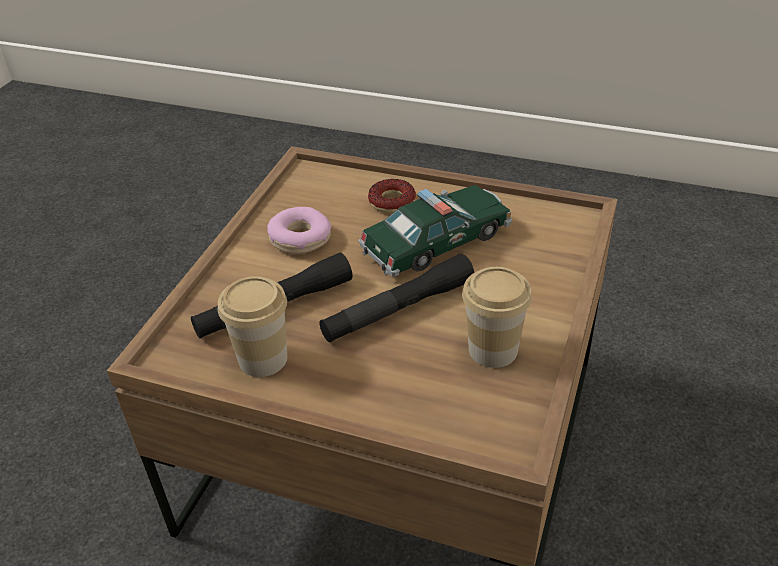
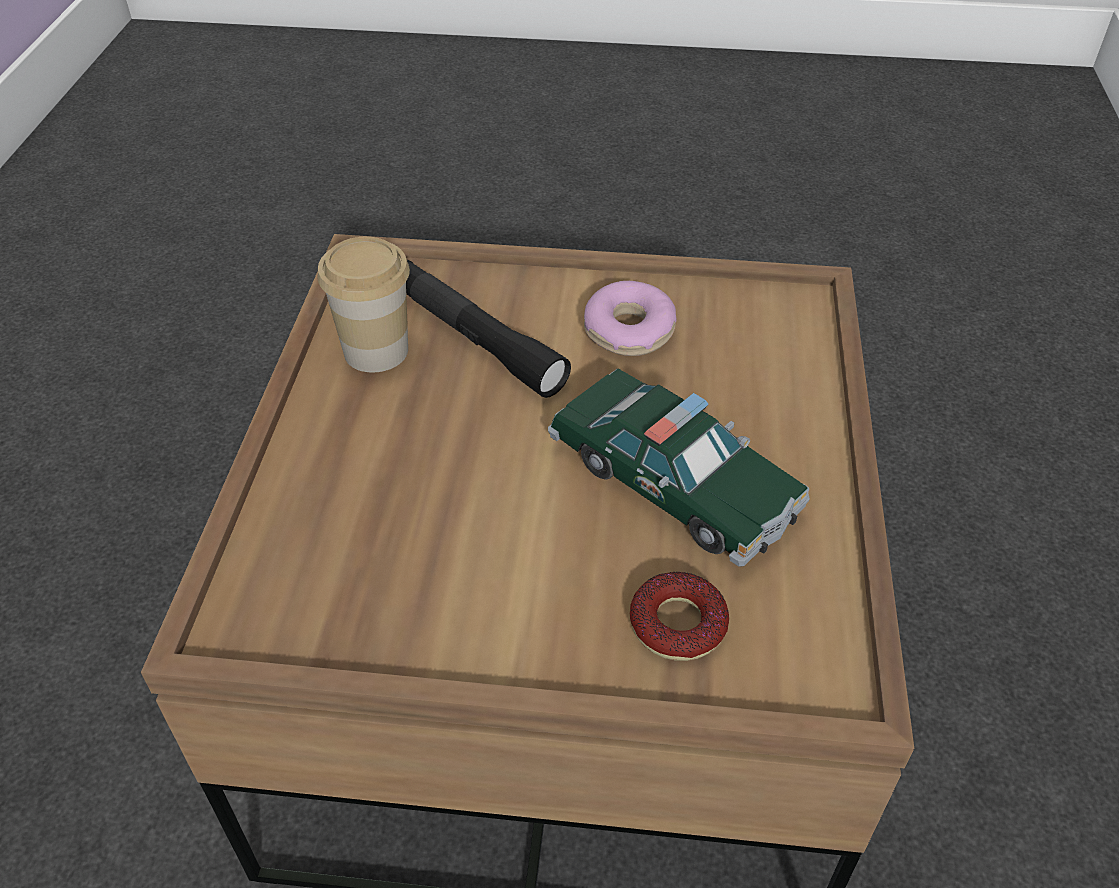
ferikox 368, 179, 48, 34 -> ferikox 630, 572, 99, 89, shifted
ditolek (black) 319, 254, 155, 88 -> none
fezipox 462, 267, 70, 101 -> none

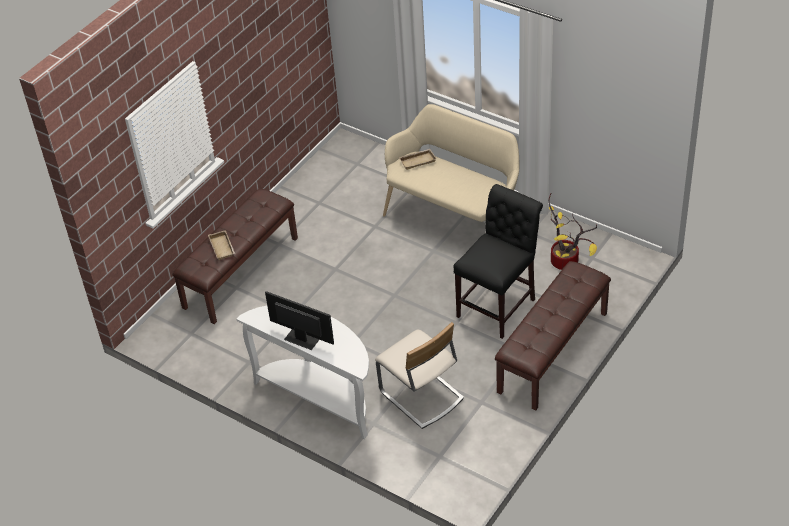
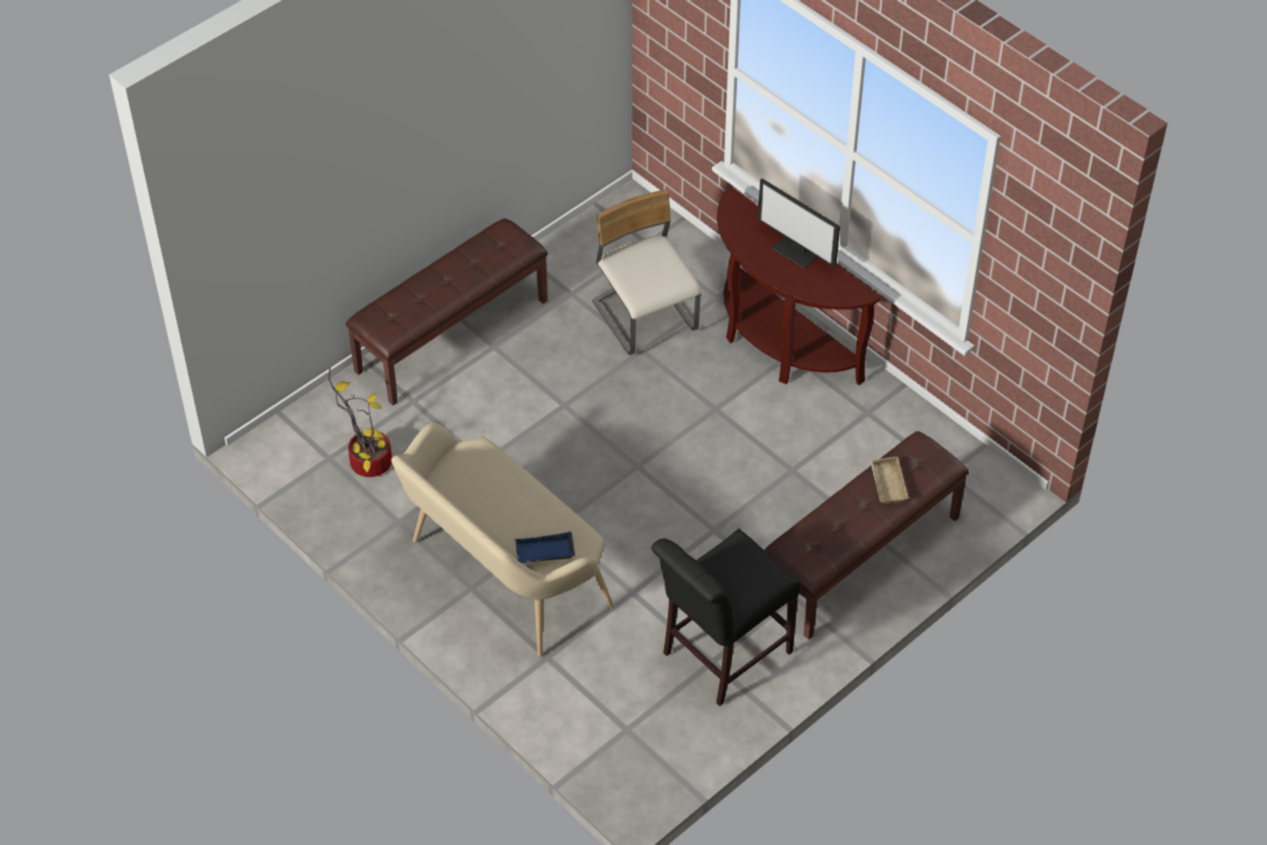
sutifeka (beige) 399, 149, 37, 21 -> sutifeka (blue) 515, 532, 60, 31
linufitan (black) 453, 184, 90, 155 -> linufitan (black) 651, 528, 150, 178, shifted
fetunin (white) 236, 306, 133, 133 -> fetunin (brown) 717, 187, 164, 198

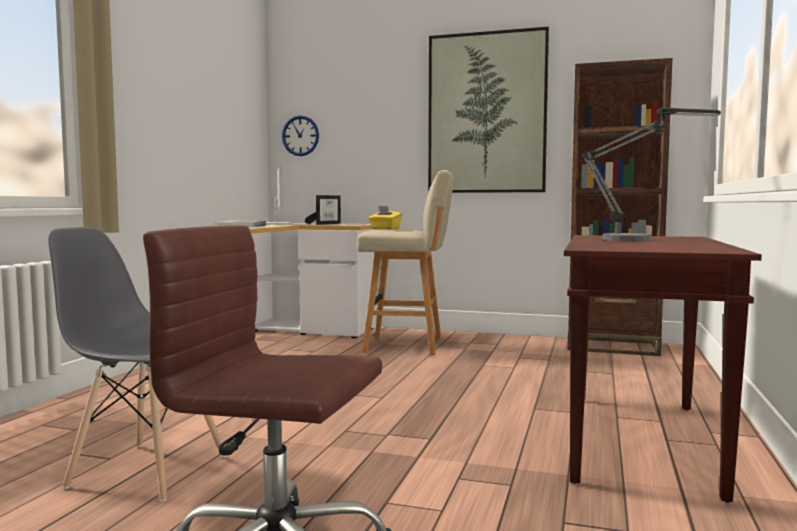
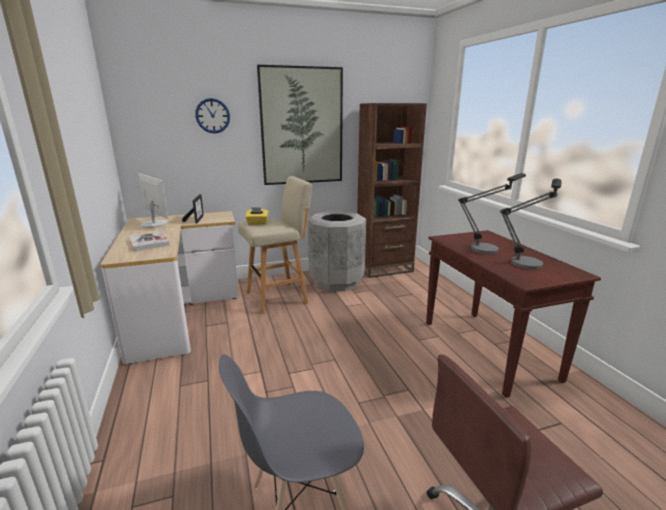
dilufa 282, 115, 37, 41 -> dilufa 195, 98, 35, 35, shifted
none -> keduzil 500, 179, 62, 91
none -> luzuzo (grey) 308, 211, 58, 80

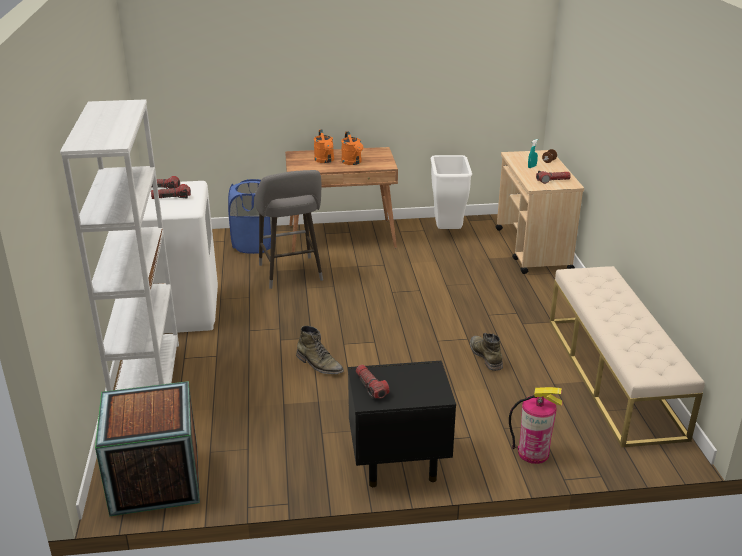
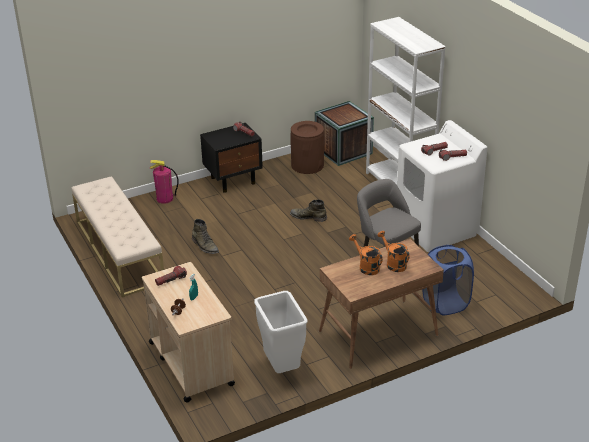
none -> luzuzo (brown) 290, 121, 34, 53

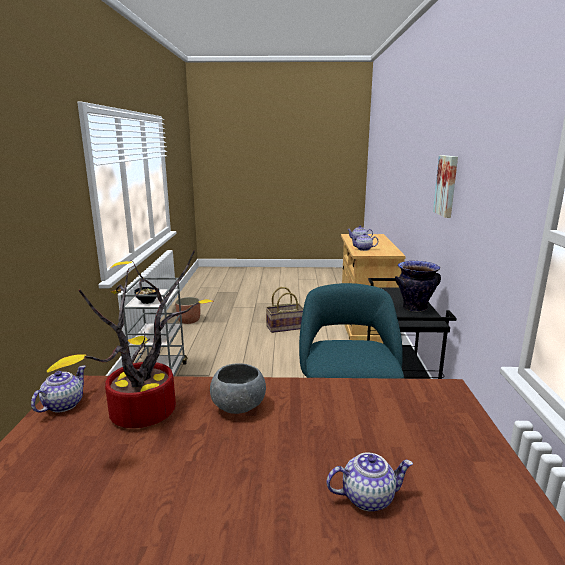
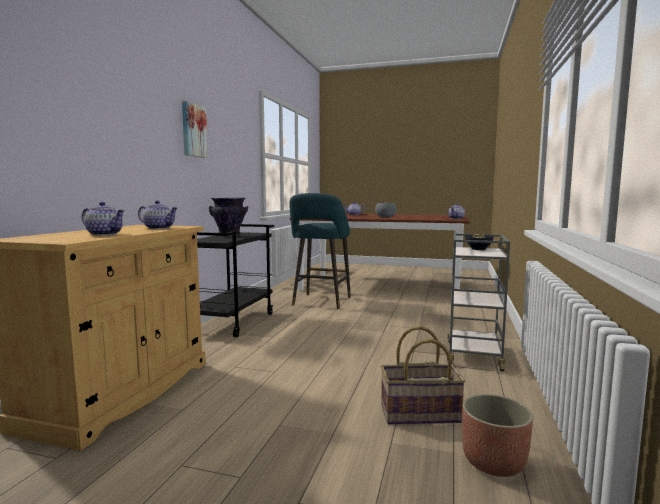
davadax 47, 250, 167, 178 -> none
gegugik 266, 287, 37, 46 -> gegugik 381, 326, 85, 98, shifted

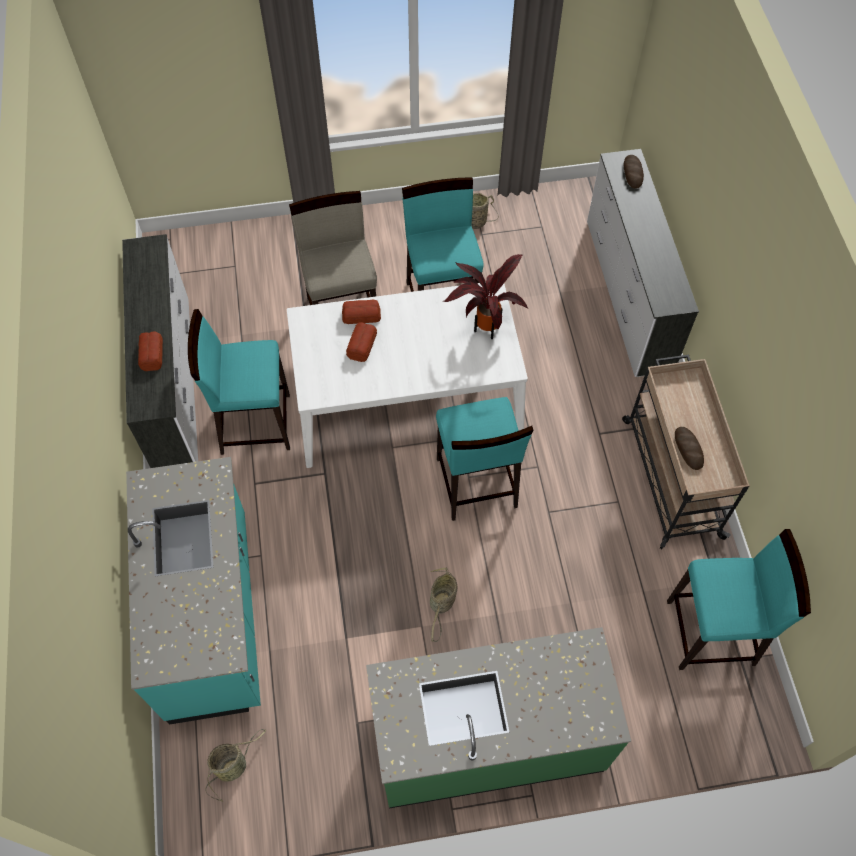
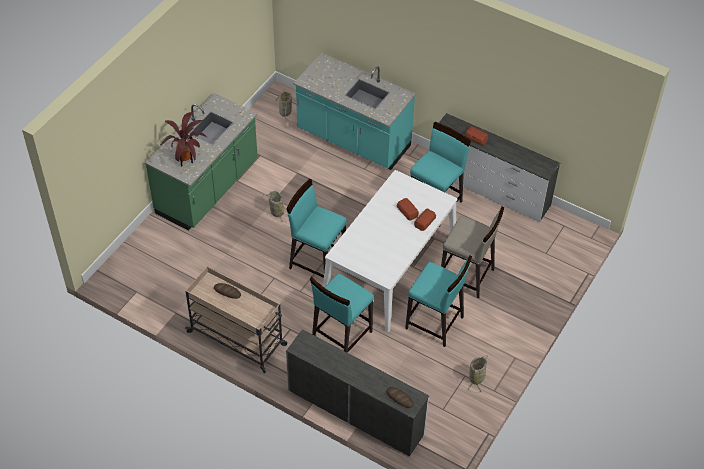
davadax 443, 254, 85, 85 -> davadax 161, 112, 46, 54, shifted
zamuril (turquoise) 667, 529, 144, 141 -> zamuril (turquoise) 310, 273, 64, 80, shifted

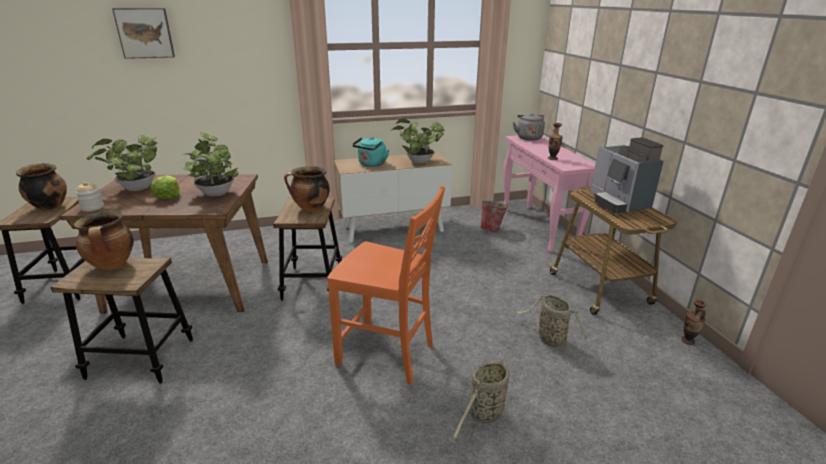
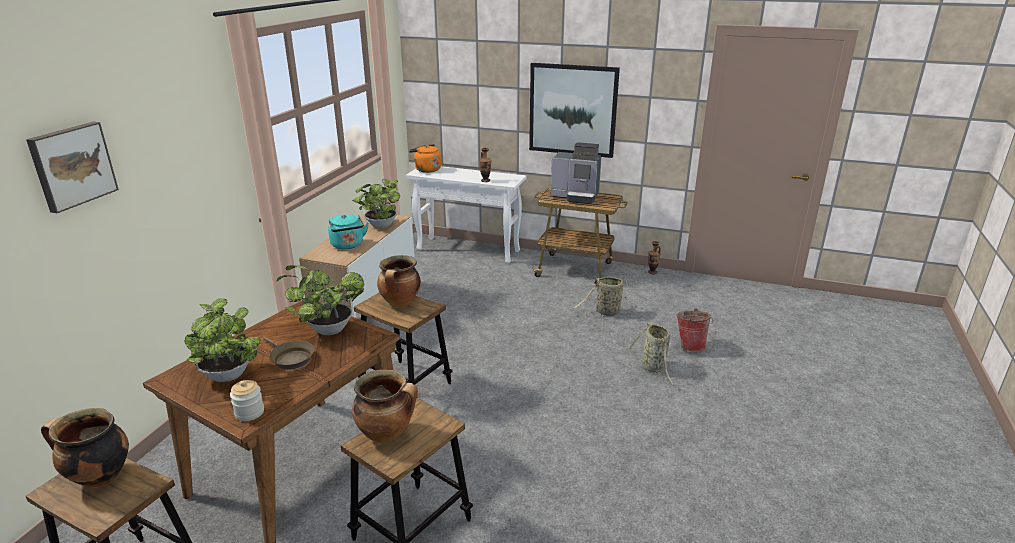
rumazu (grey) 513, 113, 32, 28 -> rumazu (orange) 409, 144, 32, 29
fetunin (pink) 503, 135, 92, 118 -> fetunin (white) 406, 166, 120, 98
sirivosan 150, 176, 30, 23 -> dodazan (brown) 263, 337, 51, 32
linufitan (orange) 327, 186, 118, 199 -> none
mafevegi 480, 201, 29, 31 -> mafevegi 676, 308, 38, 43, shifted
none -> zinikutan 529, 63, 91, 95

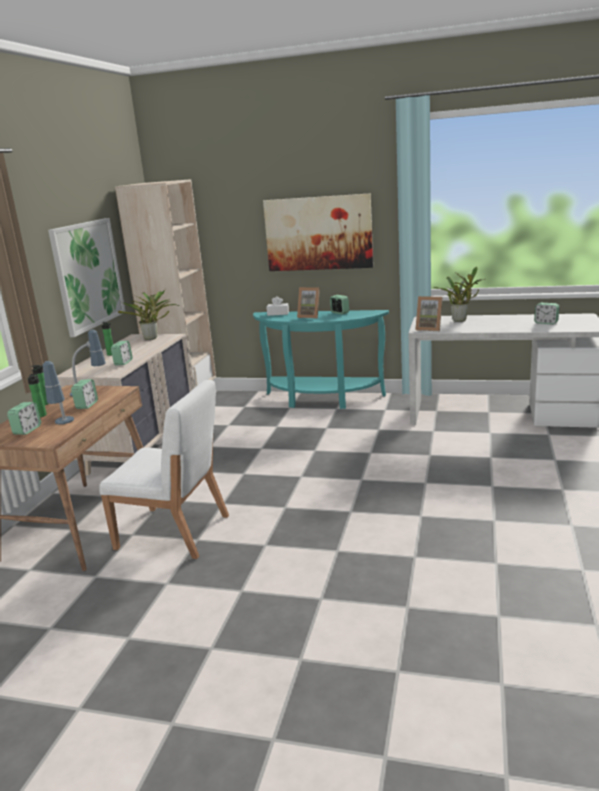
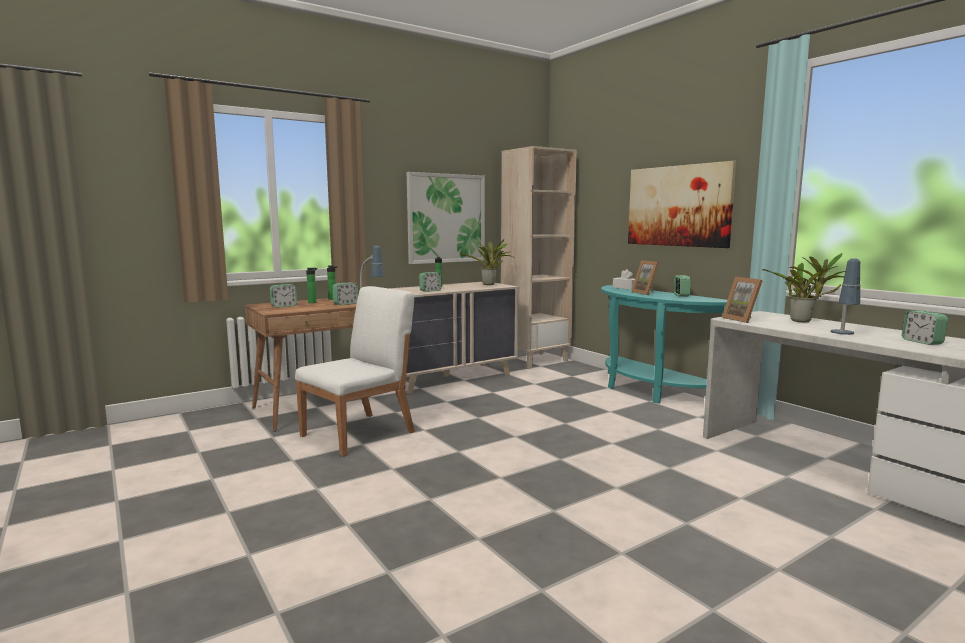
keduzil 42, 361, 32, 63 -> keduzil 831, 258, 30, 77, shifted
linufitan (white) 99, 380, 130, 179 -> linufitan (white) 295, 286, 120, 171, 105 degrees counterclockwise

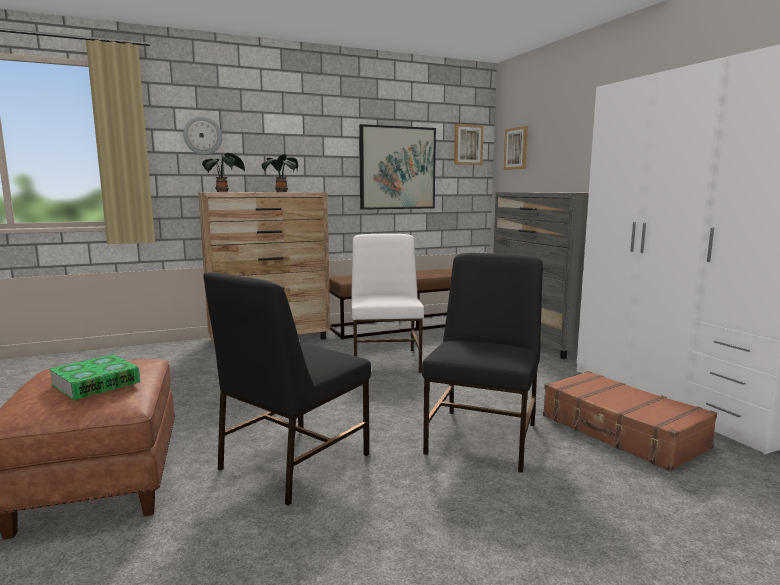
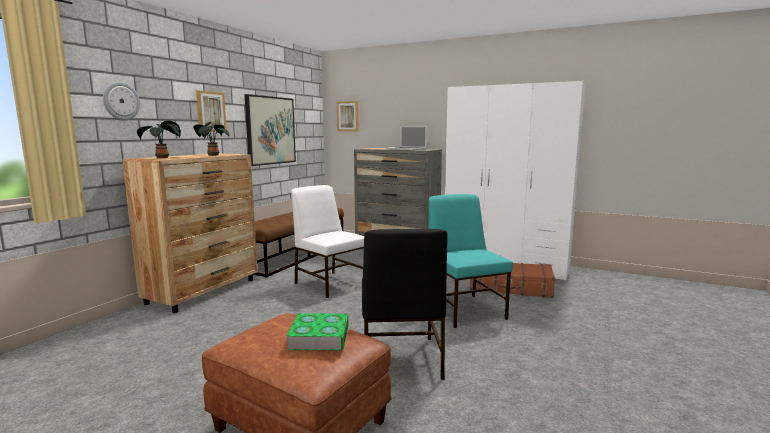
zinikutan 454, 124, 30, 41 -> zinikutan 196, 90, 31, 42, shifted
linufitan (black) 422, 253, 121, 220 -> linufitan (turquoise) 428, 194, 85, 134
none -> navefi 386, 126, 41, 24

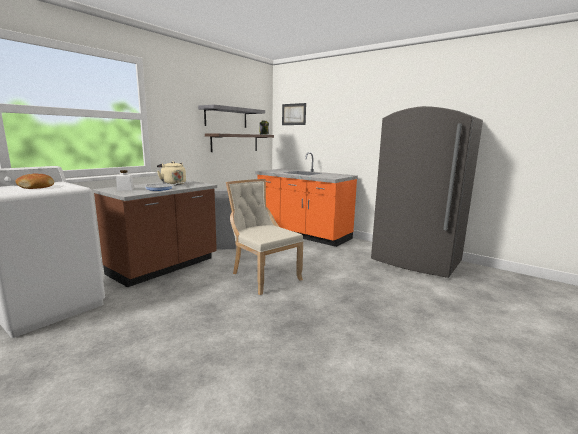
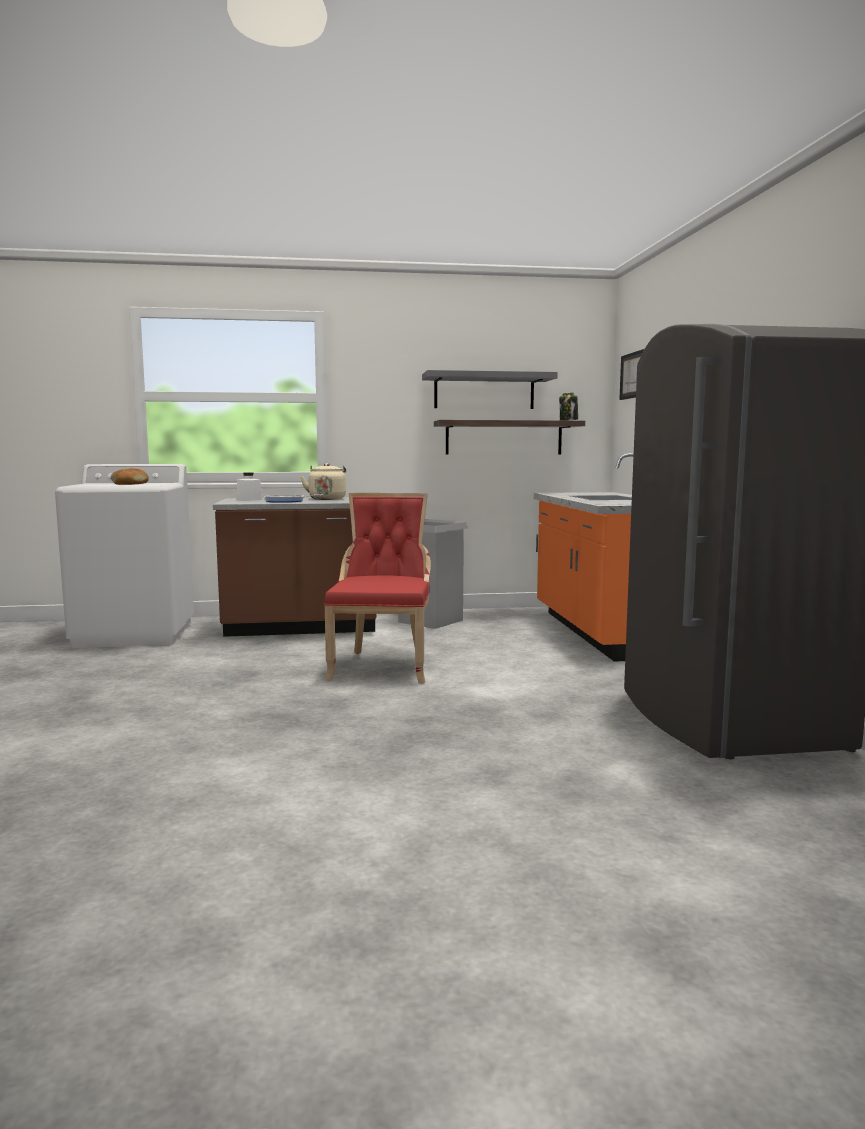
linufitan (beige) 226, 179, 77, 116 -> linufitan (red) 324, 493, 107, 190

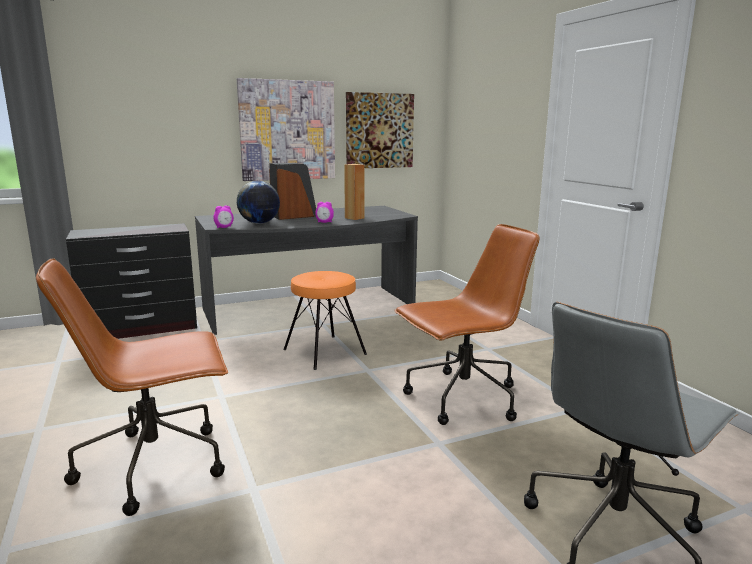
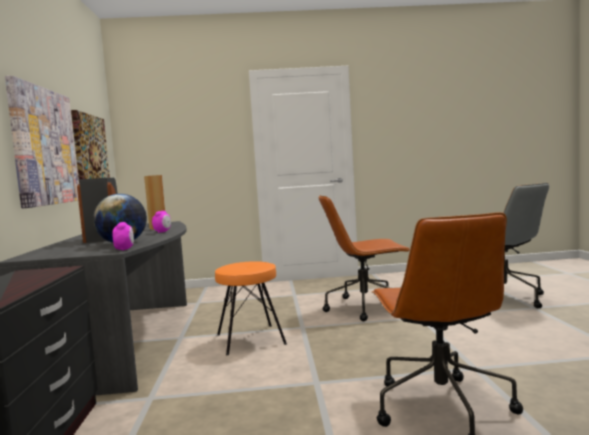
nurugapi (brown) 394, 224, 146, 201 -> nurugapi (brown) 319, 195, 91, 126, 90 degrees counterclockwise

